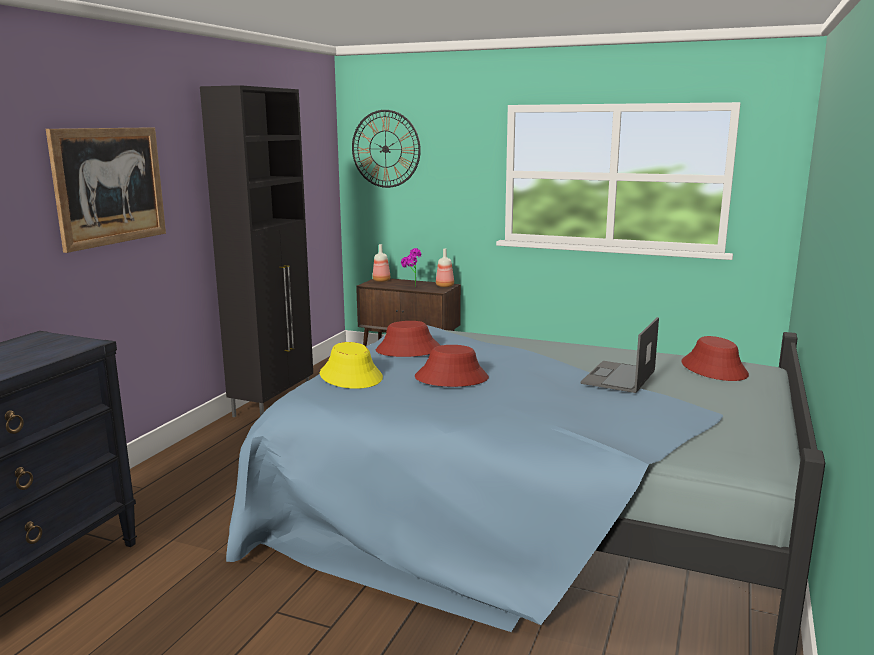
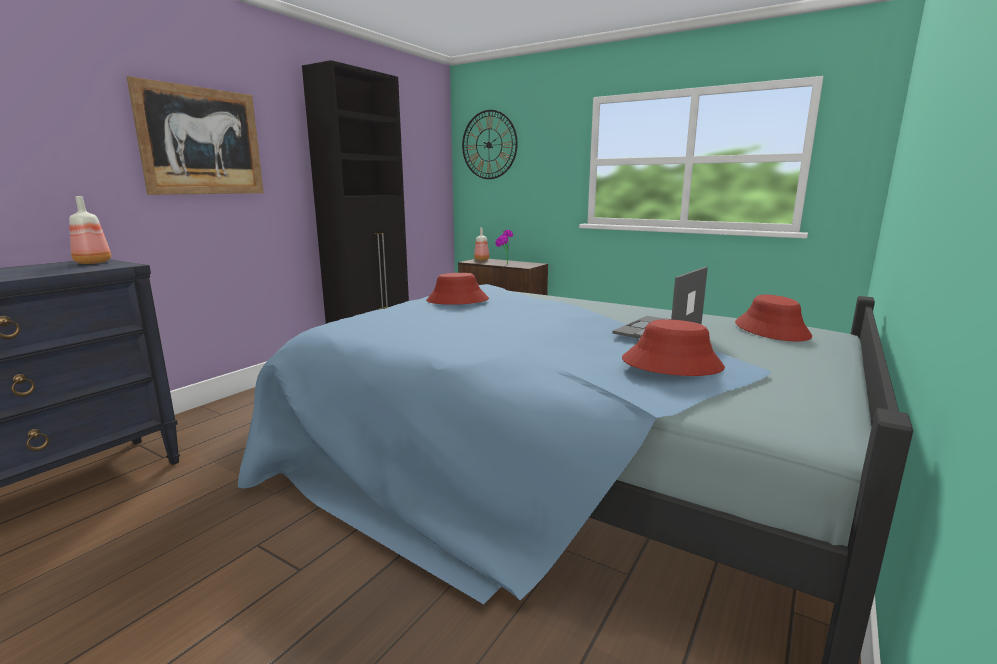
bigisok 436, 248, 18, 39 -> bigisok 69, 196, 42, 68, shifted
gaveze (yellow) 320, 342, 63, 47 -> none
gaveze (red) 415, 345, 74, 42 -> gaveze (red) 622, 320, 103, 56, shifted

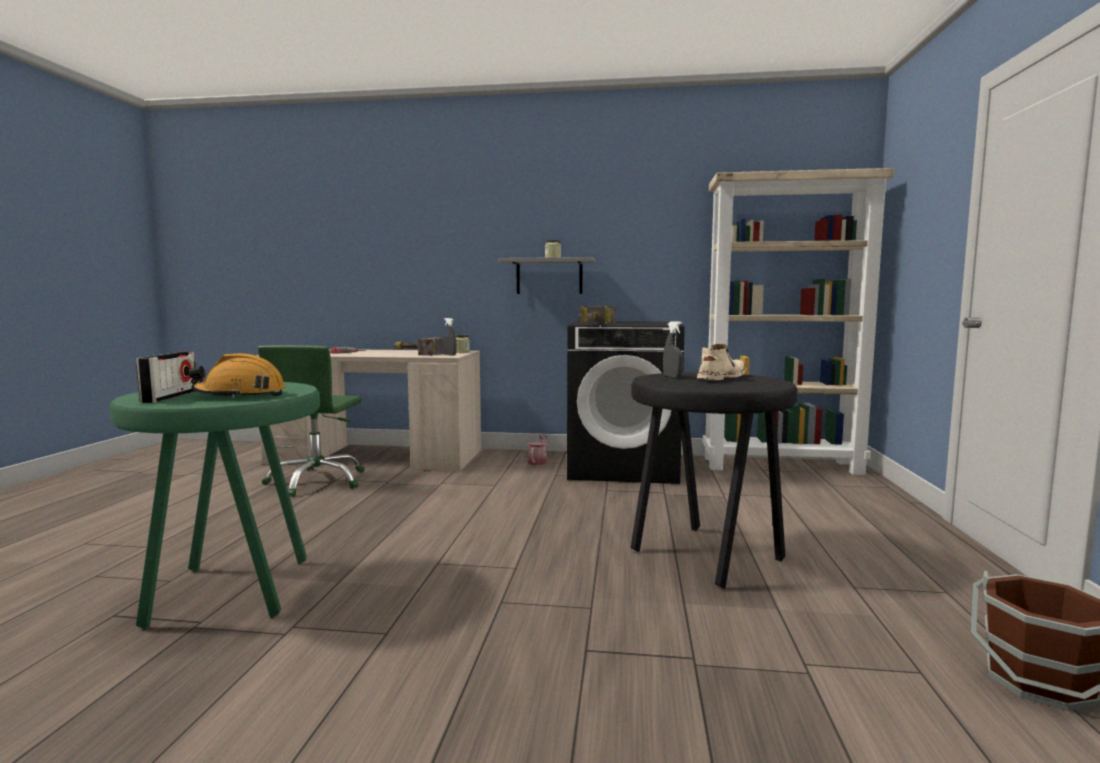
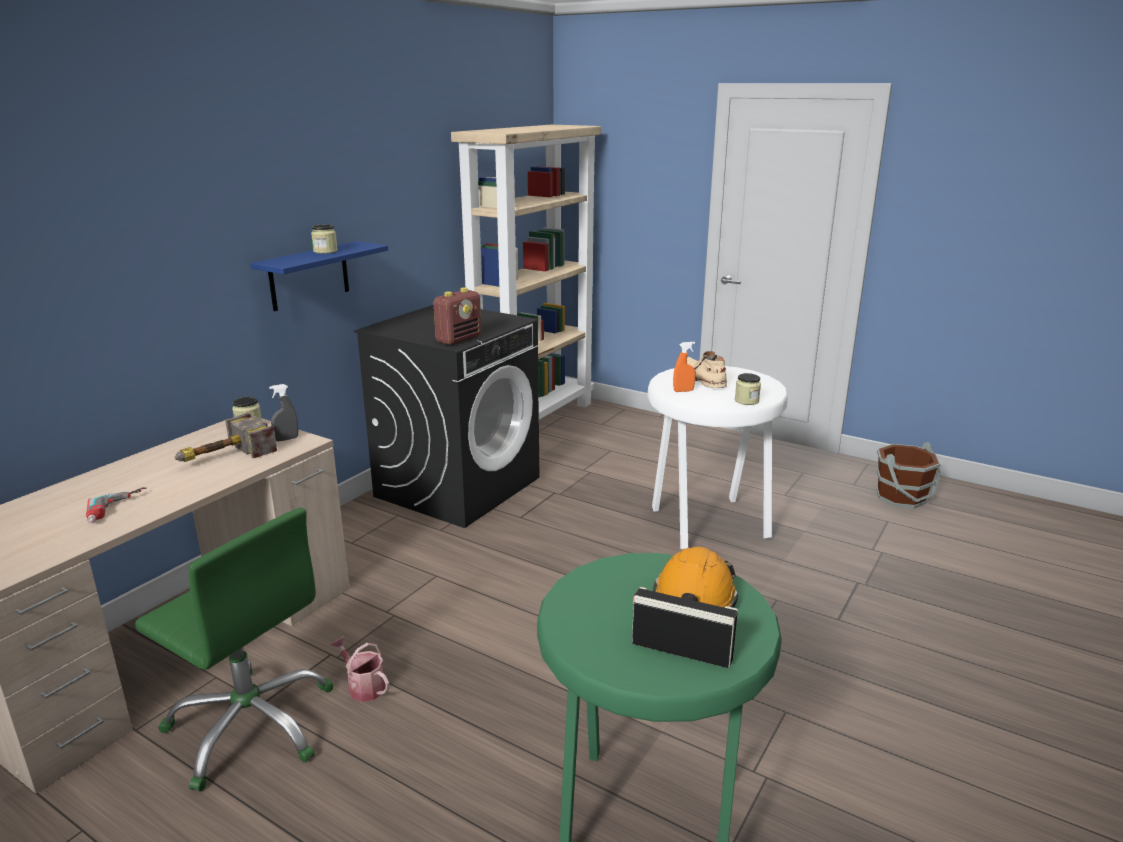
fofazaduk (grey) 498, 257, 97, 37 -> fofazaduk (blue) 250, 241, 138, 70
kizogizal 579, 306, 37, 18 -> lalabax 434, 287, 47, 58
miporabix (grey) 663, 321, 20, 57 -> miporabix (orange) 673, 342, 23, 50
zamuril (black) 631, 372, 166, 217 -> zamuril (white) 648, 366, 140, 183
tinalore 526, 434, 22, 31 -> tinalore 331, 636, 58, 66, shifted
none -> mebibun 735, 373, 26, 32

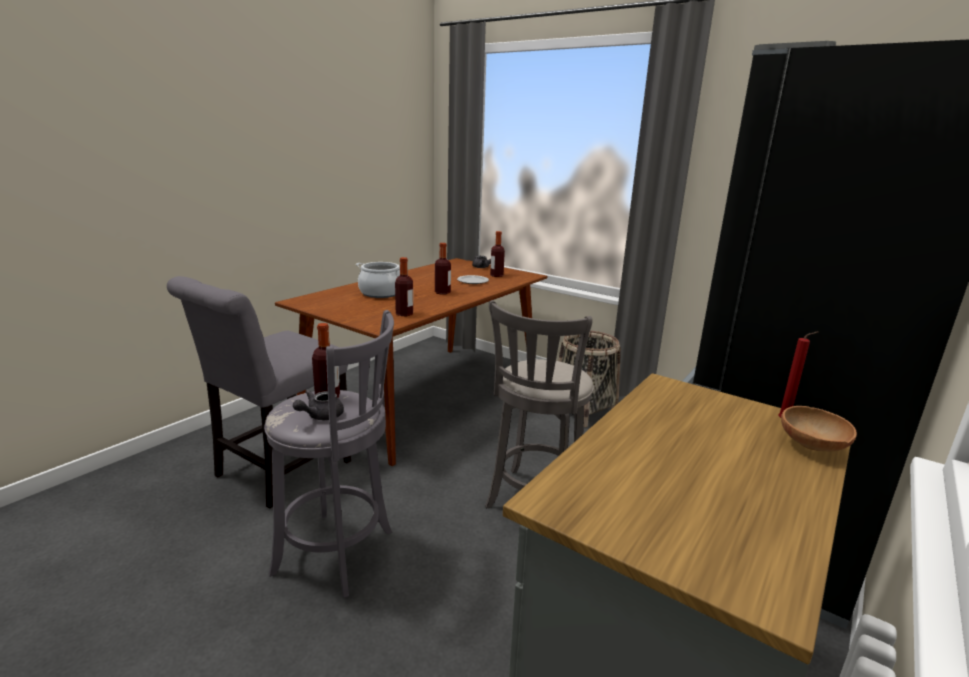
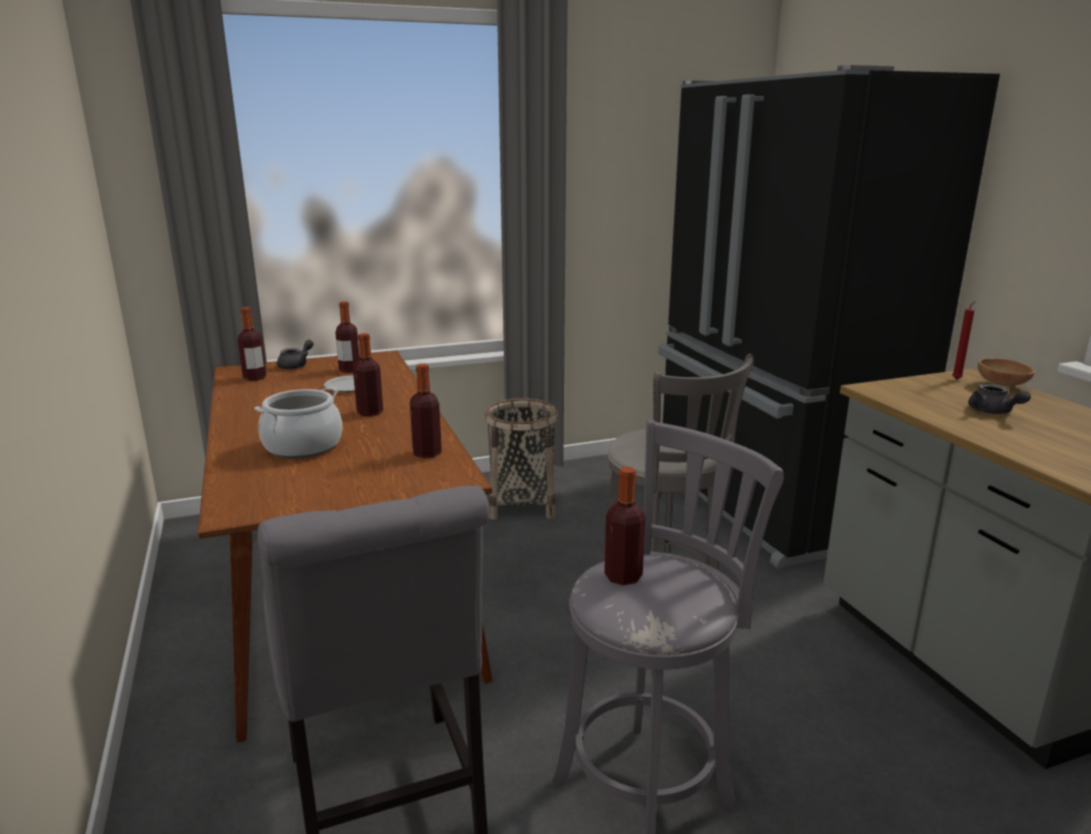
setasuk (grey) 293, 390, 51, 30 -> setasuk (grey) 968, 383, 63, 31, shifted
none -> bigisok 238, 307, 29, 74

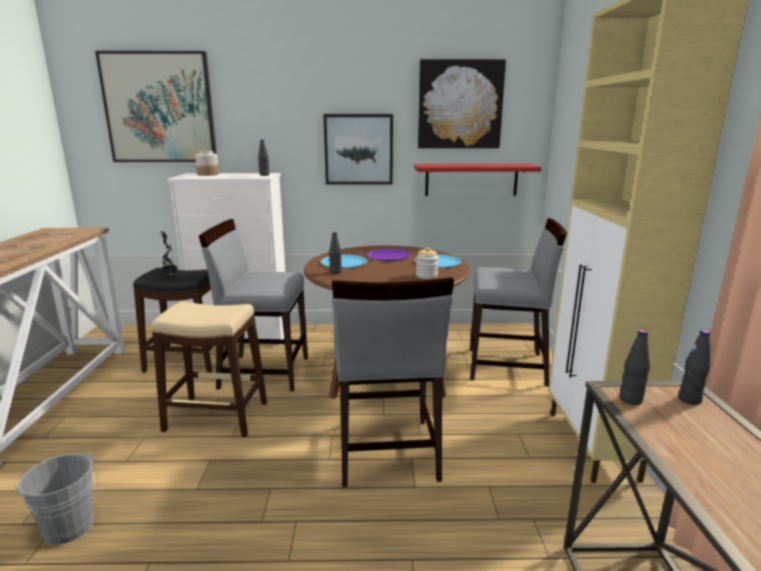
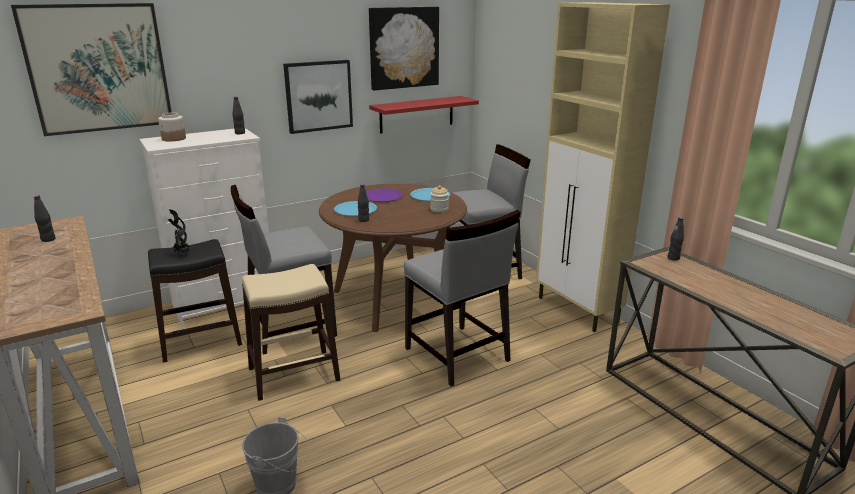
bigisok (black) 620, 330, 30, 75 -> bigisok (black) 34, 195, 22, 47, shifted

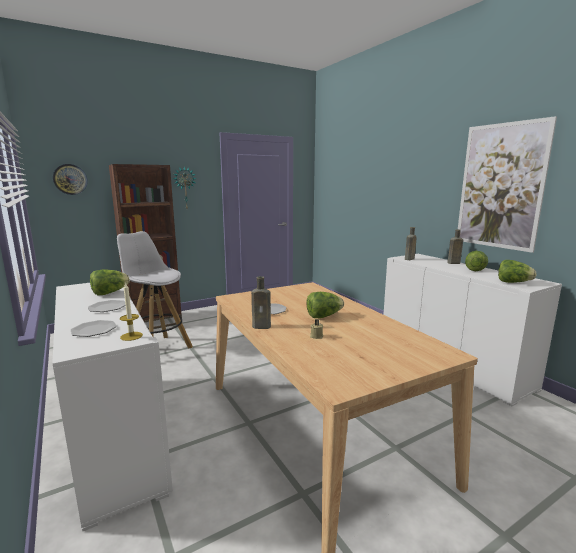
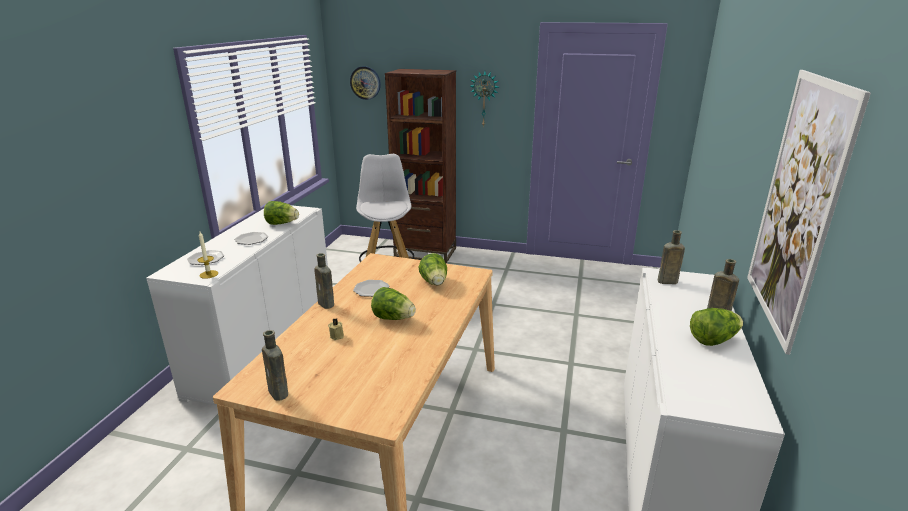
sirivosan 498, 260, 38, 23 -> sirivosan 419, 253, 28, 33, shifted
none -> bigisok (brown) 262, 330, 26, 71

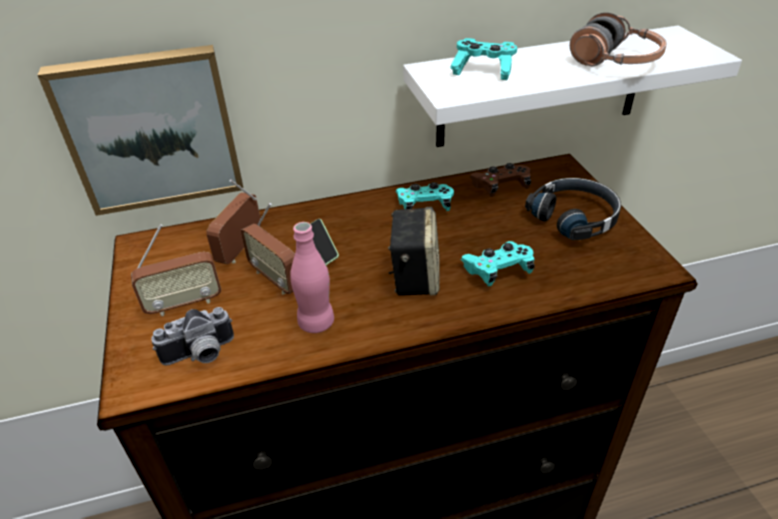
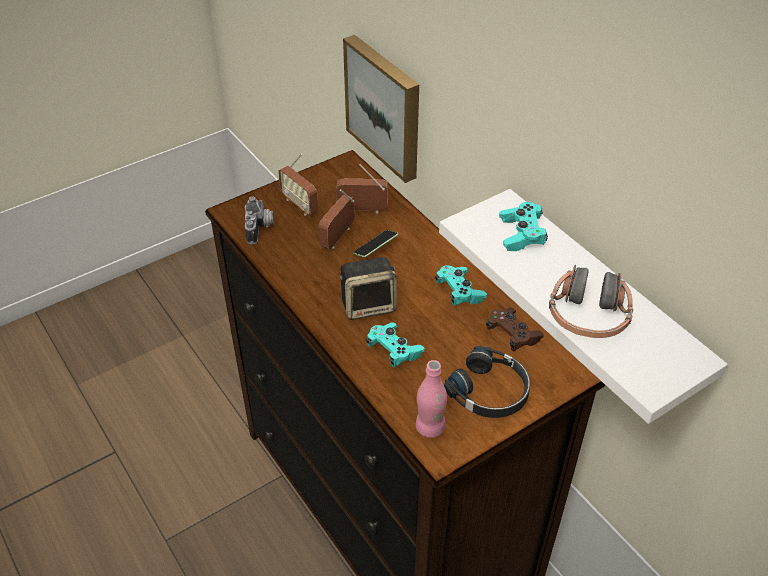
bigisok (pink) 290, 222, 44, 111 -> bigisok (pink) 416, 360, 31, 78, shifted
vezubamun 151, 307, 83, 58 -> vezubamun 245, 196, 29, 48, 135 degrees counterclockwise

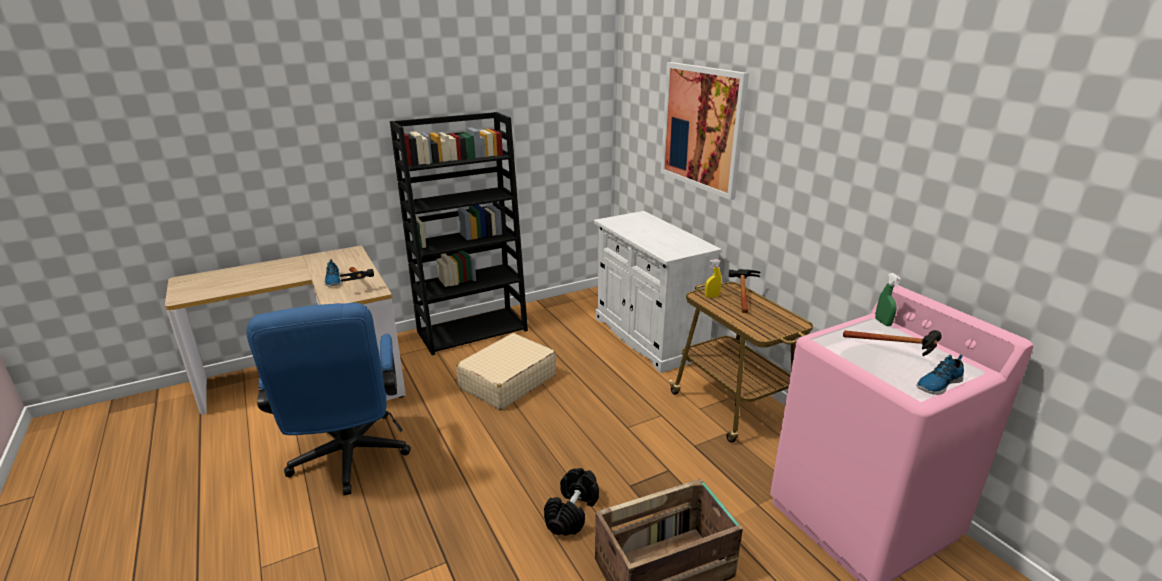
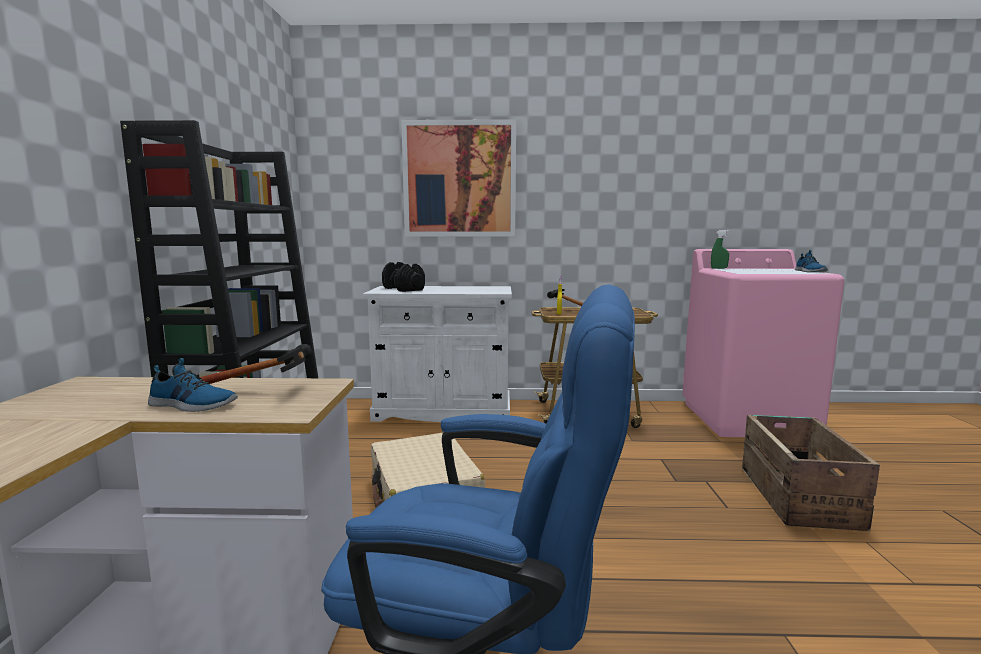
kizogizal 843, 330, 98, 26 -> none
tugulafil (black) 544, 468, 55, 68 -> tugulafil (black) 382, 262, 43, 30, shifted

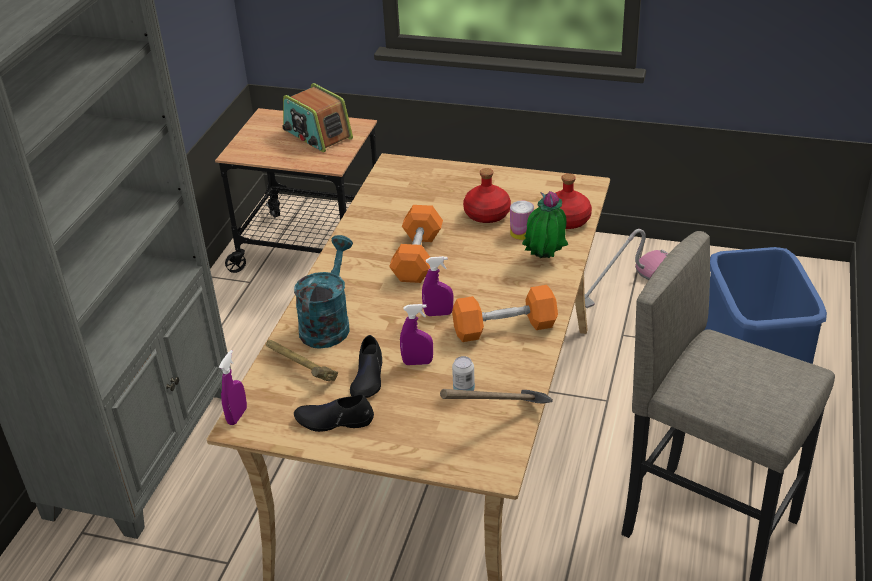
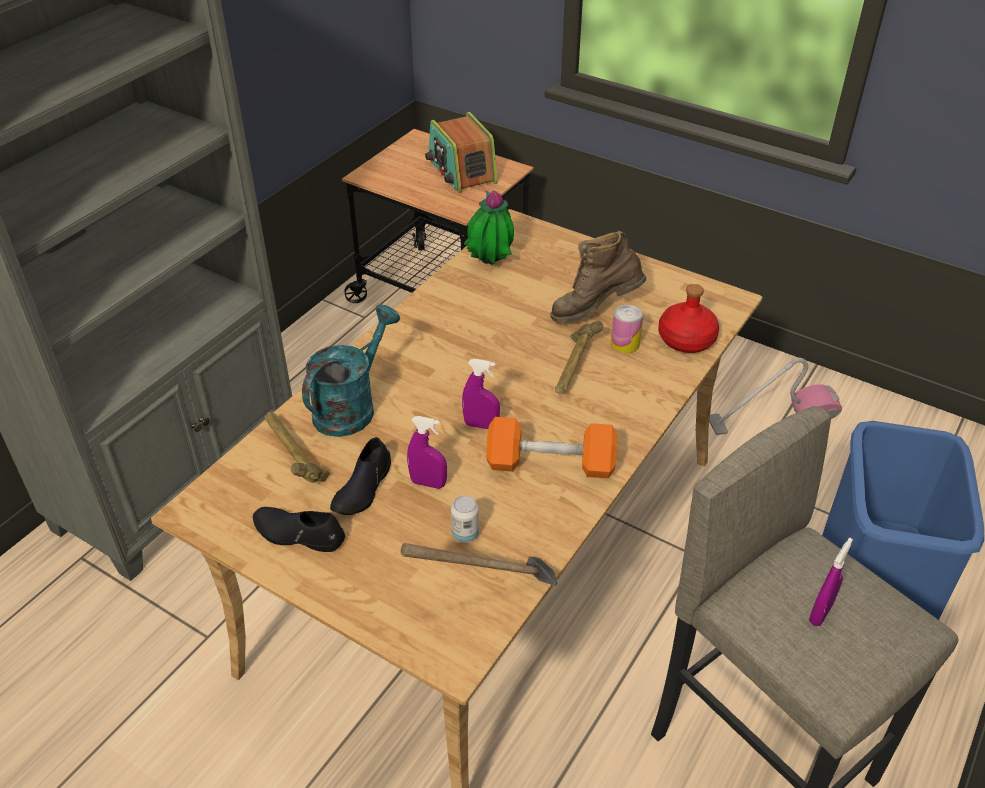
bigisok (red) 463, 168, 48, 55 -> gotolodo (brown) 550, 231, 96, 92
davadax 522, 191, 46, 67 -> davadax 464, 190, 50, 75, shifted
tugulafil (orange) 389, 205, 54, 78 -> none
miporabix (purple) 219, 350, 28, 75 -> miporabix (purple) 809, 538, 44, 88, shifted
none -> kizogizal 555, 321, 49, 72

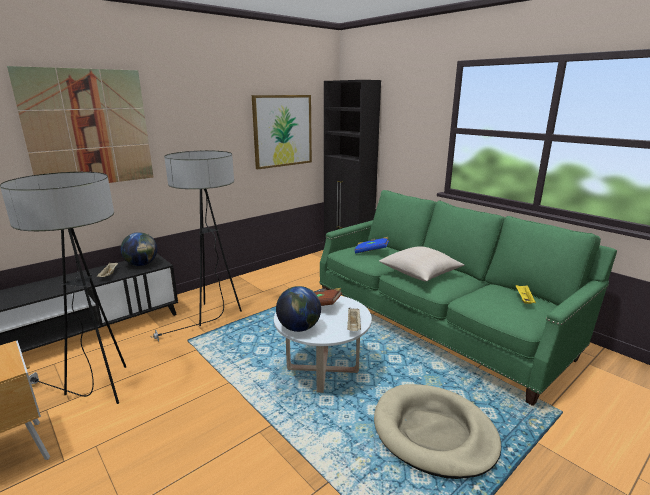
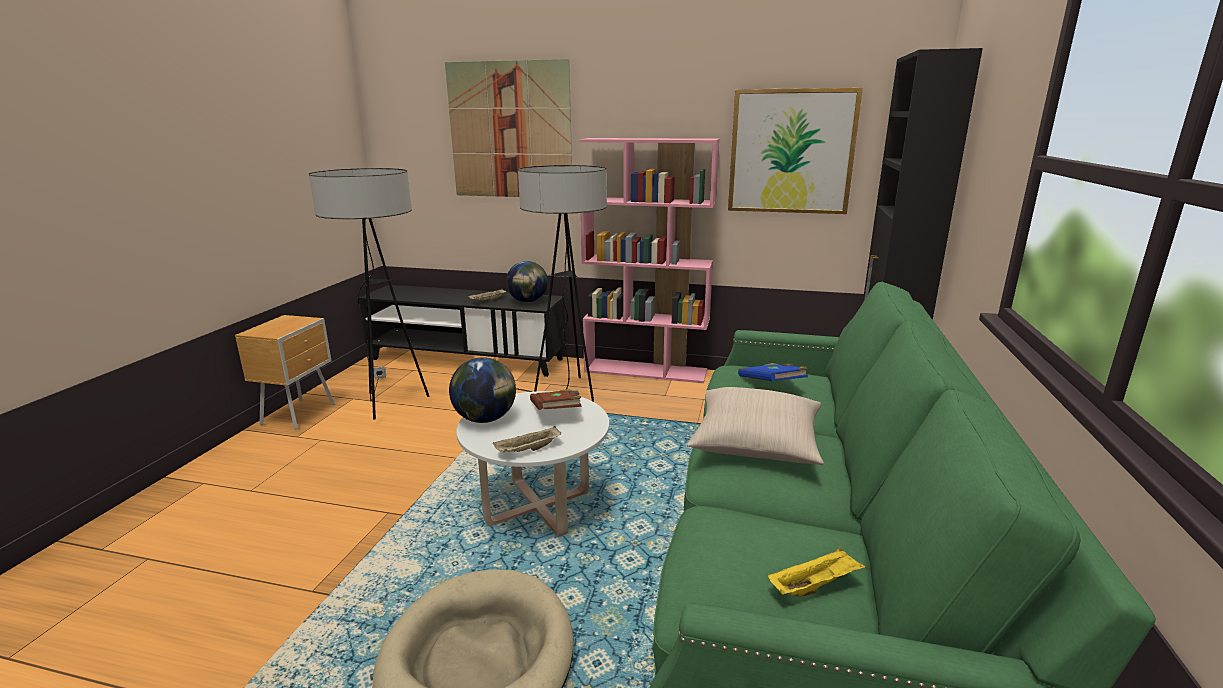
none -> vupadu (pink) 579, 138, 141, 245

